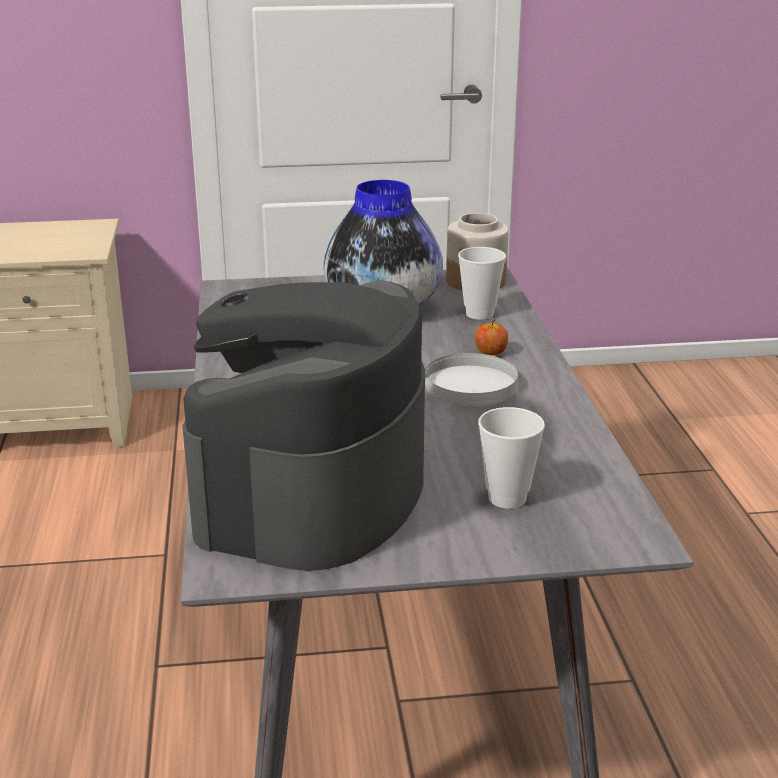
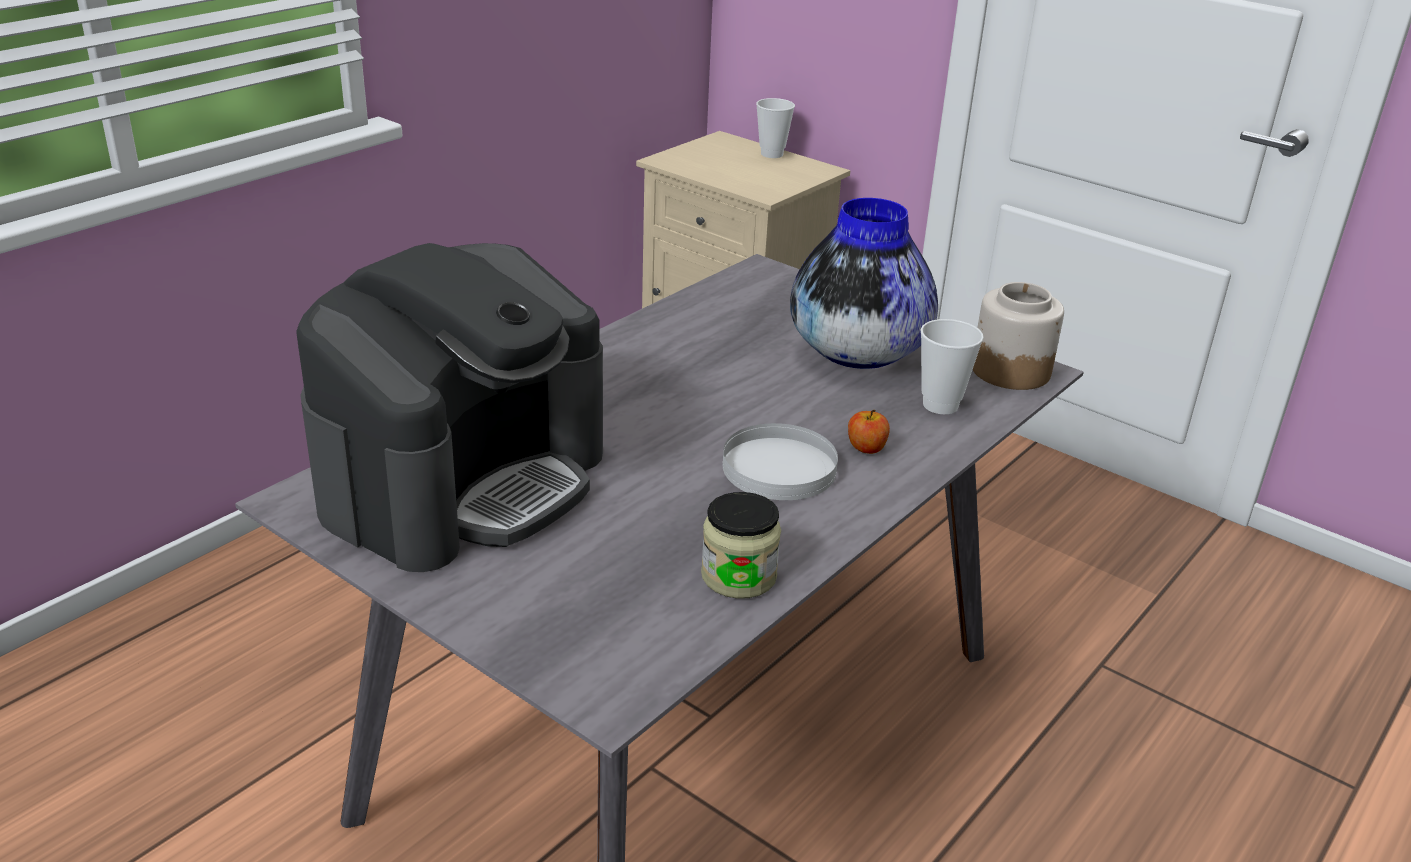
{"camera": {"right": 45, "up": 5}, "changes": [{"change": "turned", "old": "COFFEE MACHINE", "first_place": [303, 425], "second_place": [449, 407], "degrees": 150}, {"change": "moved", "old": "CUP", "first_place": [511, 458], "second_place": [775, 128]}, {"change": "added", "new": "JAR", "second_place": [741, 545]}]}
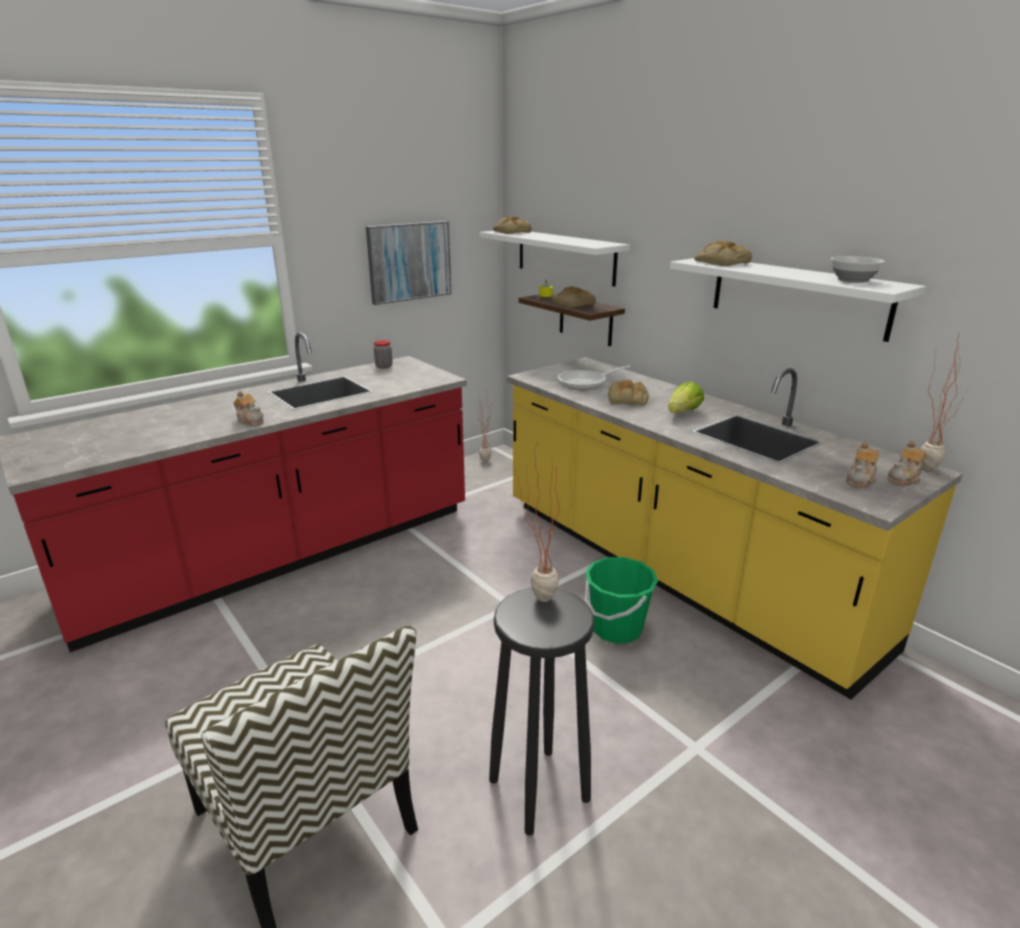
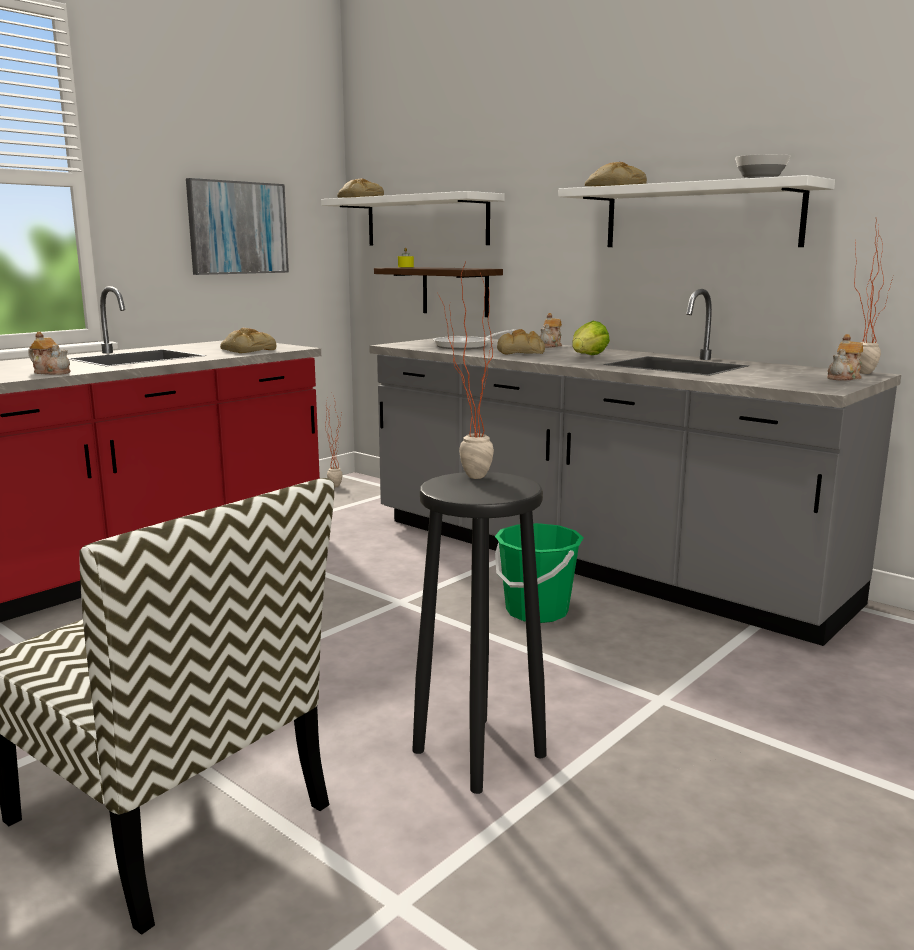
{"camera": {"right": -10, "up": -10}, "changes": [{"change": "moved", "old": "BREAD", "first_place": [574, 296], "second_place": [248, 340]}, {"change": "removed", "old": "JAR", "first_place": [383, 354]}, {"change": "recoloured", "old": "YELLOW COUNTER", "new": "GREY COUNTER", "first_place": [735, 528], "second_place": [635, 467]}, {"change": "moved", "old": "TEAPOT", "first_place": [862, 465], "second_place": [550, 330]}]}
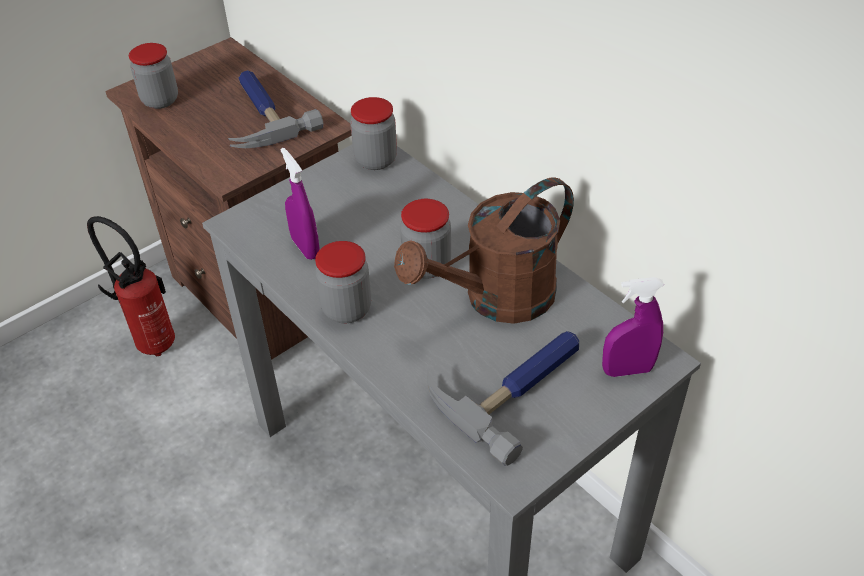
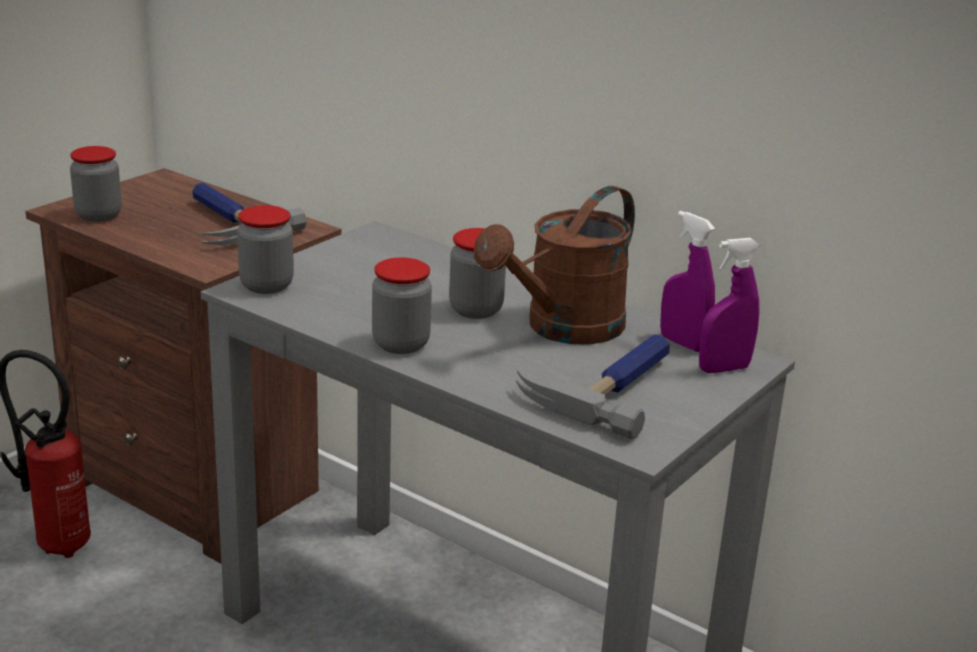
{"camera": {"right": -15, "up": -20}, "changes": [{"change": "moved", "old": "JAR", "first_place": [373, 133], "second_place": [265, 249]}, {"change": "moved", "old": "PURPLE SPRAY BOTTLE", "first_place": [300, 204], "second_place": [687, 281]}]}
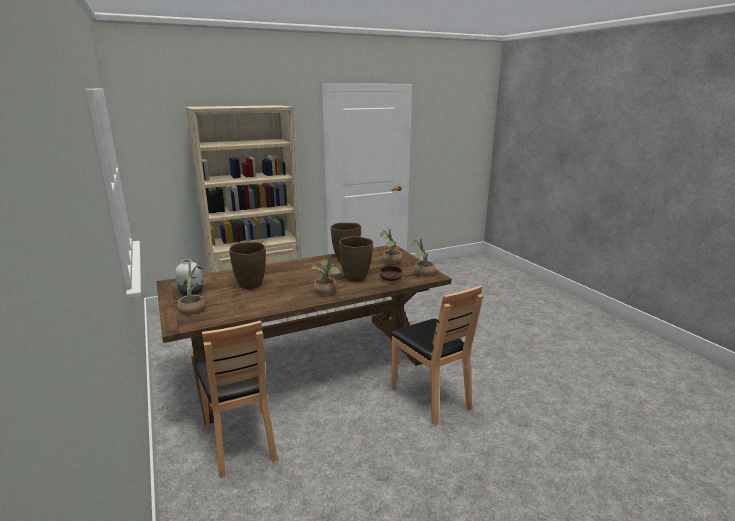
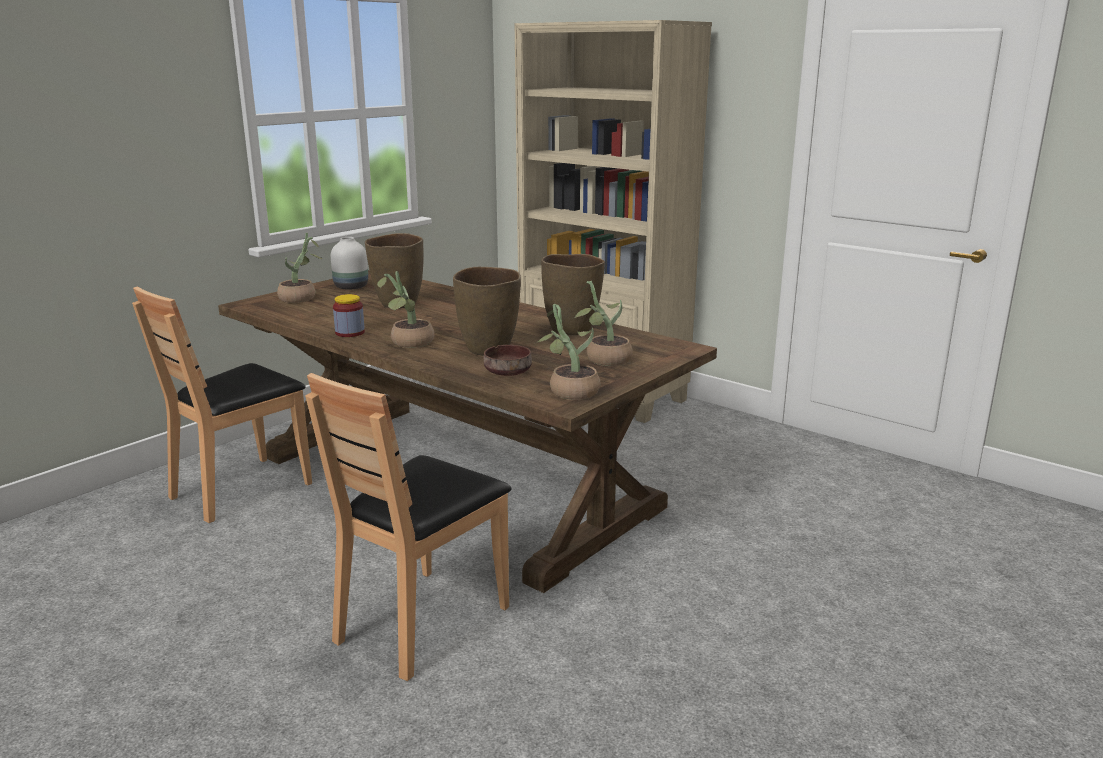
{"camera": {"right": 65, "up": 0}, "changes": [{"change": "added", "new": "JAR", "second_place": [349, 315]}]}
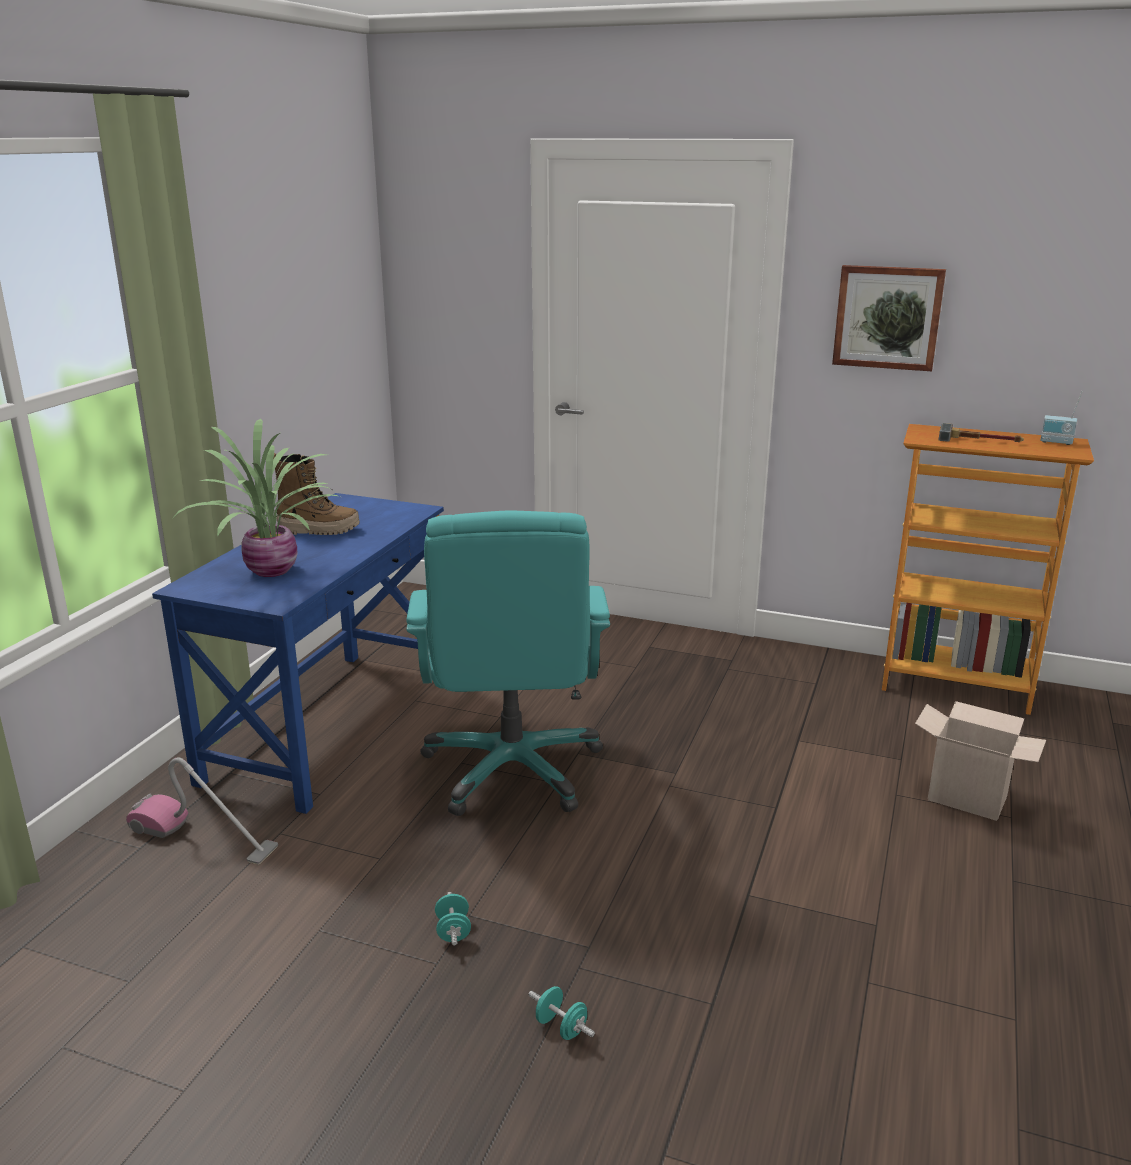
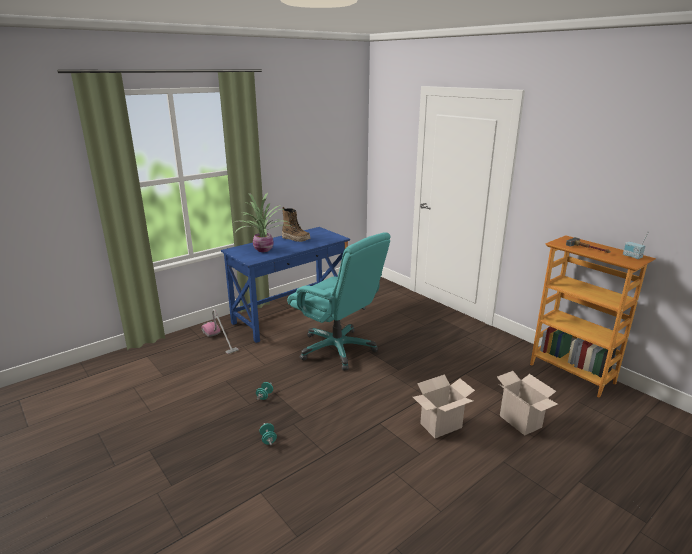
{"camera": {"right": 30, "up": 0}, "changes": [{"change": "removed", "old": "PICTURE", "first_place": [889, 318]}, {"change": "turned", "old": "TURQUOISE OFFICE CHAIR", "first_place": [508, 663], "second_place": [339, 301], "degrees": -75}, {"change": "added", "new": "CARDBOARD BOX", "second_place": [444, 406]}]}
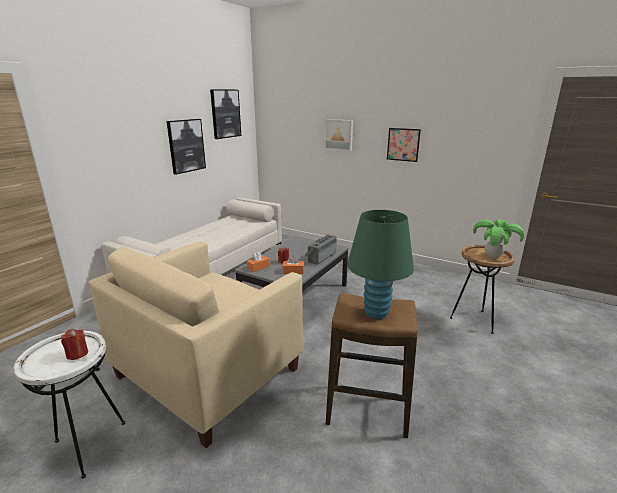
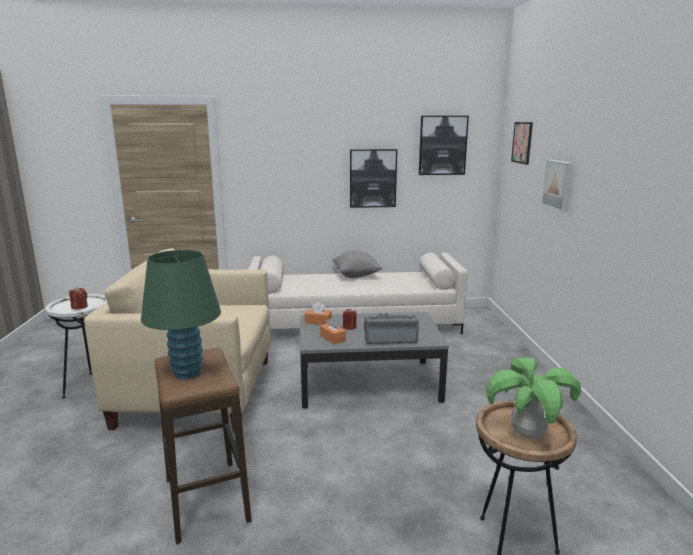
{"camera": {"right": 55, "up": -5}, "changes": [{"change": "moved", "old": "PICTURE", "first_place": [404, 145], "second_place": [522, 143]}, {"change": "added", "new": "GREY PILLOW", "second_place": [357, 264]}]}
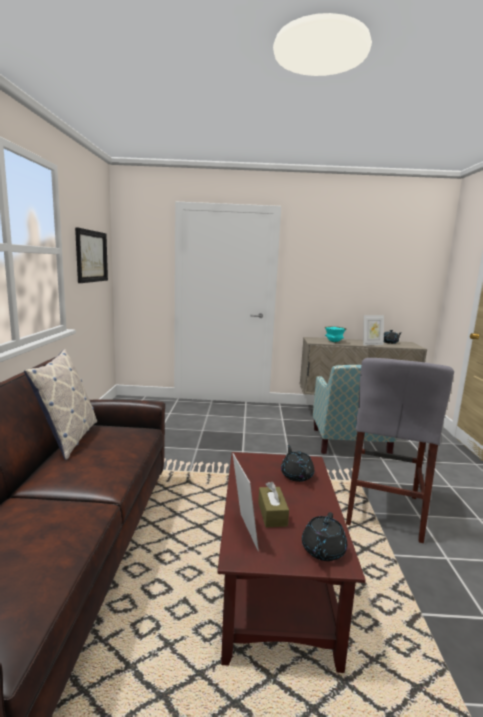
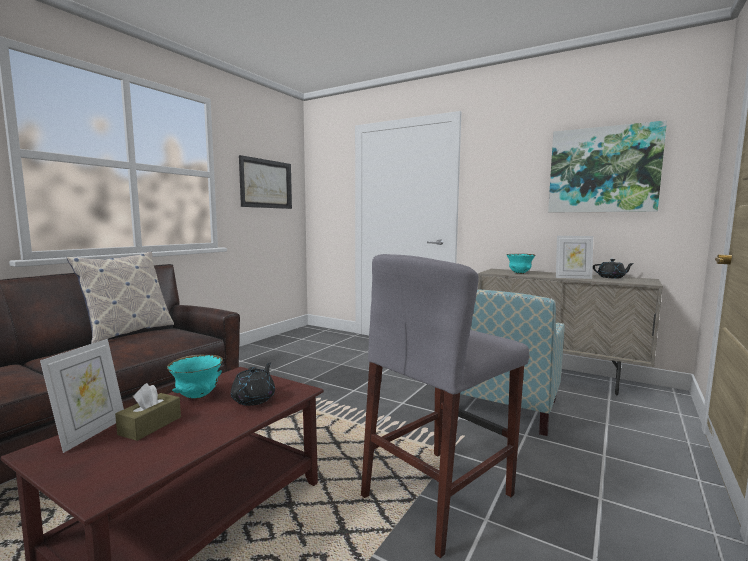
{"camera": {"right": 30, "up": -5}, "changes": [{"change": "removed", "old": "BLACK TEAPOT", "first_place": [324, 536]}, {"change": "added", "new": "PICTURE", "second_place": [607, 166]}, {"change": "added", "new": "TURQUOISE BOWL", "second_place": [195, 376]}]}
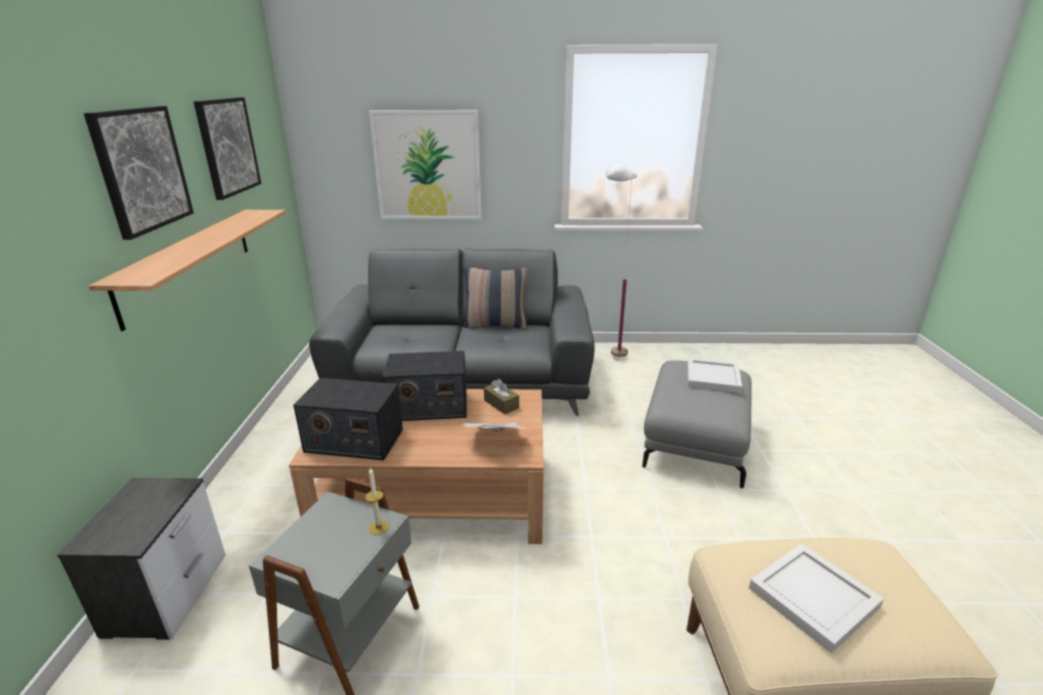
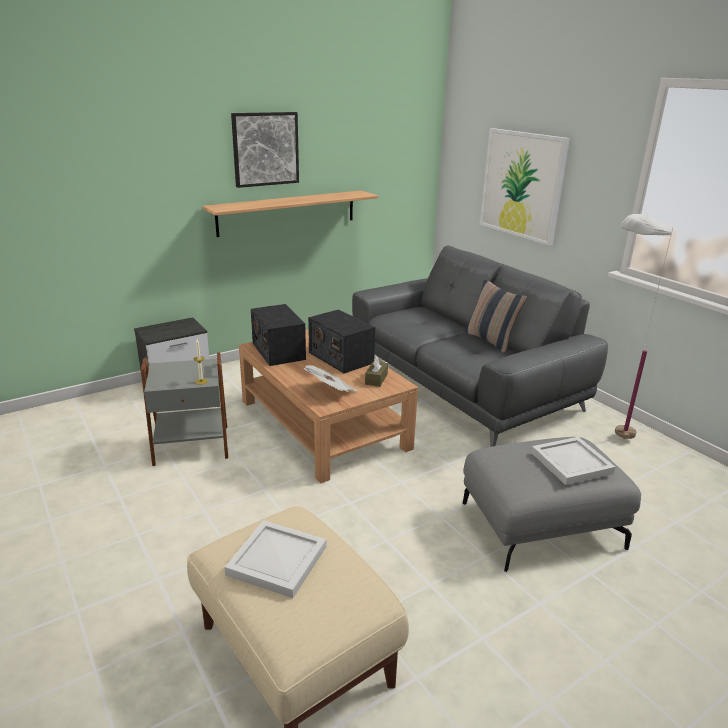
{"camera": {"right": 55, "up": 0}, "changes": [{"change": "removed", "old": "PICTURE", "first_place": [227, 148]}]}
